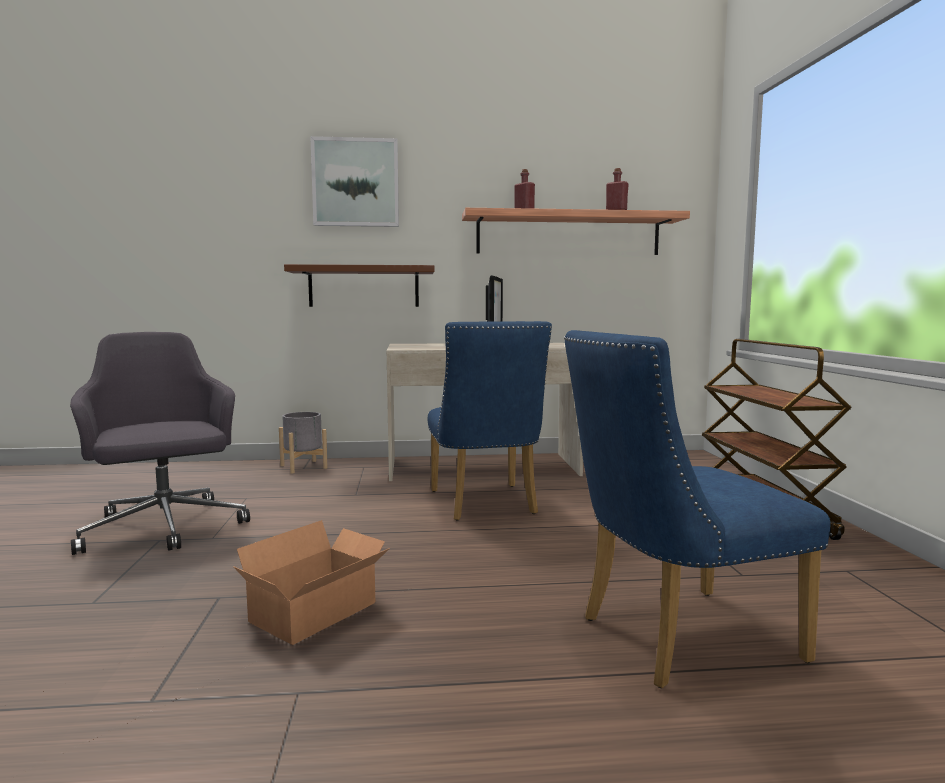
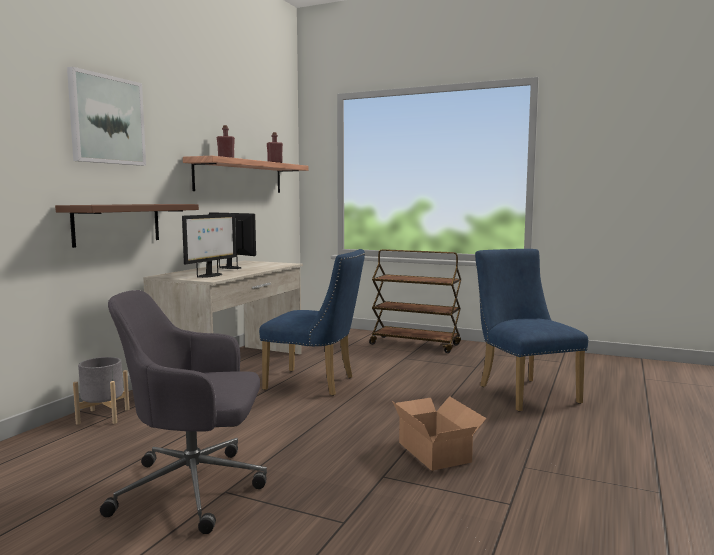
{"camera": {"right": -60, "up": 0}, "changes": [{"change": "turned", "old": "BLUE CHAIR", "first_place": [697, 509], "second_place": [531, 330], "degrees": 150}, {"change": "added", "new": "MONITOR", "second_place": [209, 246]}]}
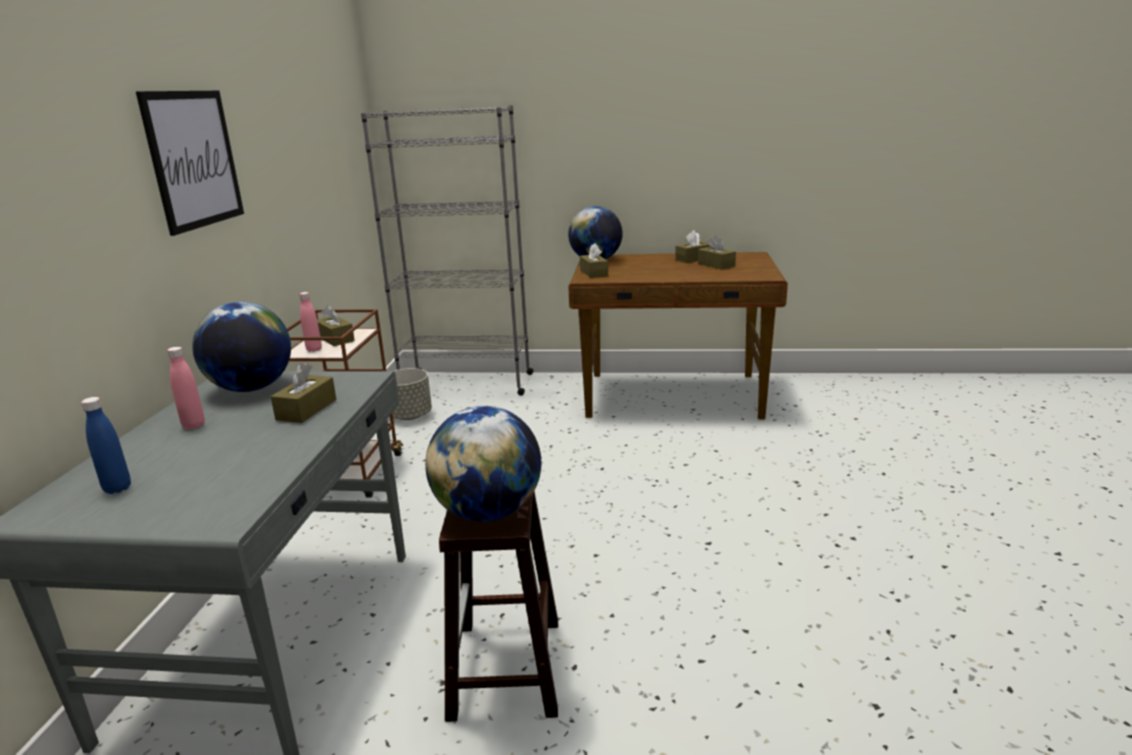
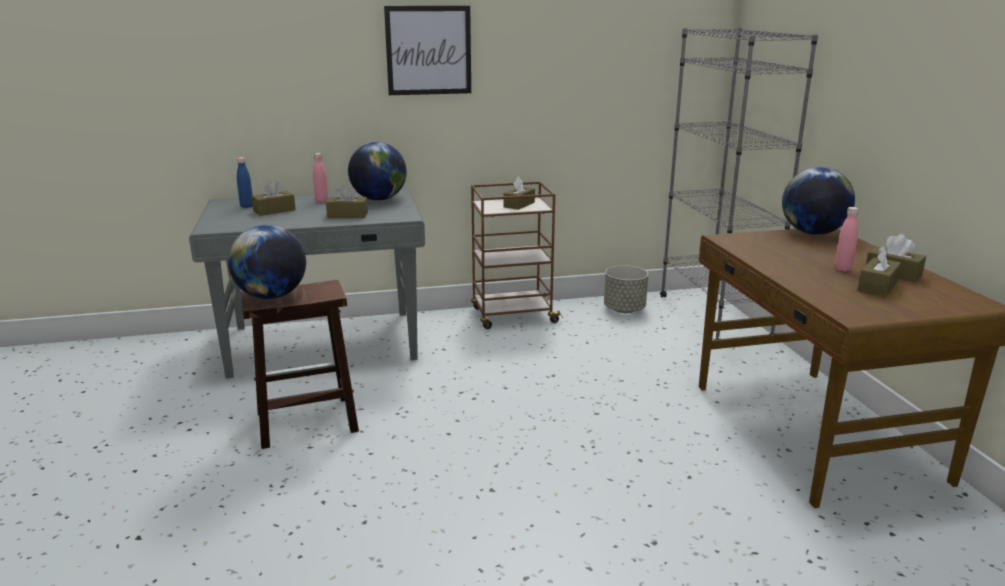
{"camera": {"right": 70, "up": 0}, "changes": [{"change": "moved", "old": "BROWN TISSUE BOX", "first_place": [594, 260], "second_place": [274, 198]}, {"change": "moved", "old": "PINK BOTTLE", "first_place": [310, 322], "second_place": [846, 239]}]}
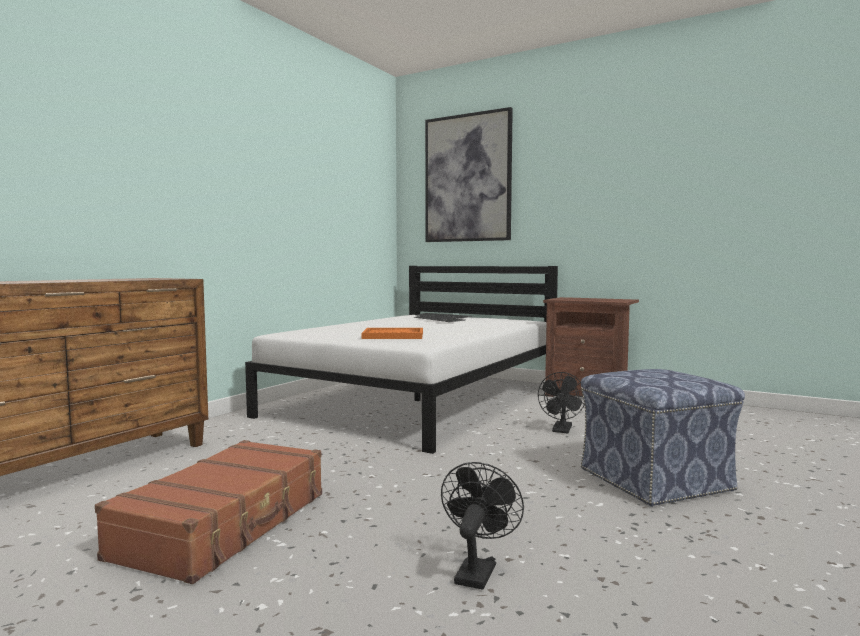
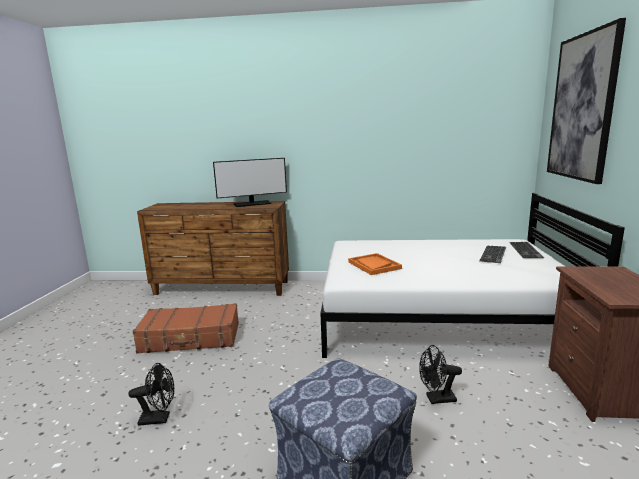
{"camera": {"right": 65, "up": 10}, "changes": [{"change": "added", "new": "MONITOR", "second_place": [250, 182]}]}
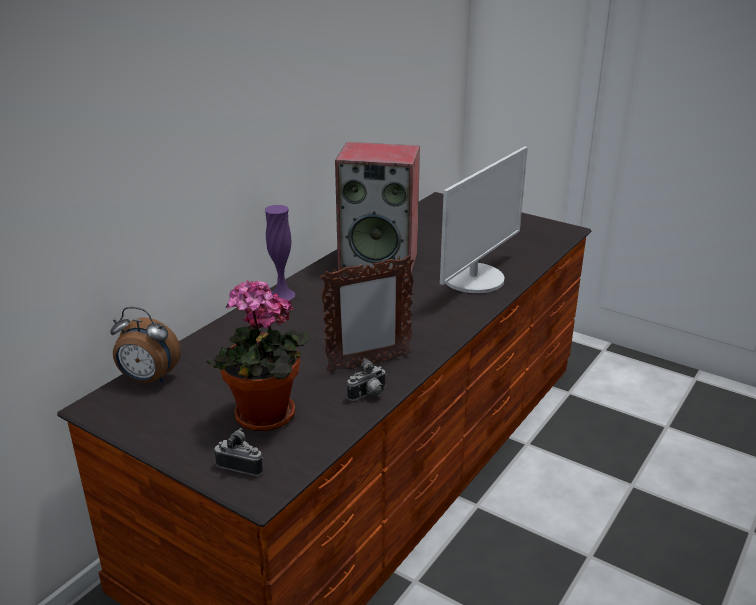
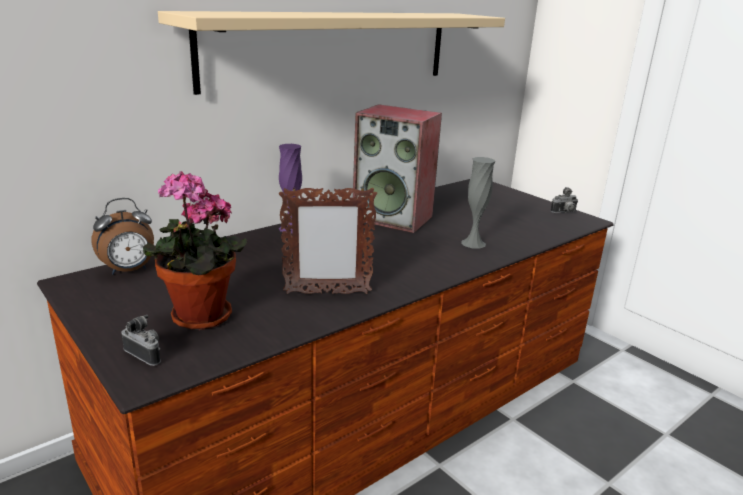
{"camera": {"right": 15, "up": -5}, "changes": [{"change": "replaced", "old": "MONITOR", "new": "GREY VASE", "first_place": [484, 219], "second_place": [478, 203]}, {"change": "turned", "old": "ALARM CLOCK", "first_place": [145, 345], "second_place": [123, 236], "degrees": -60}, {"change": "moved", "old": "PHOTO CAMERA", "first_place": [367, 379], "second_place": [564, 200]}, {"change": "added", "new": "BEIGE SHELF", "second_place": [331, 53]}]}
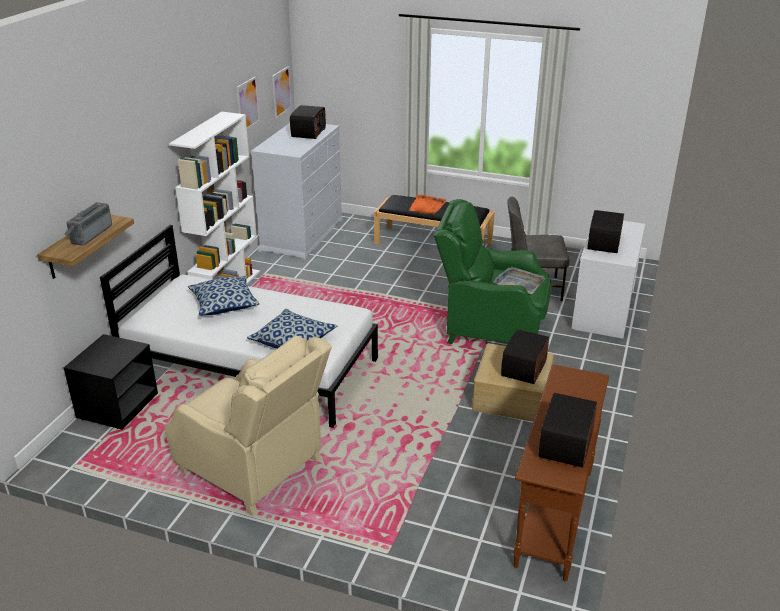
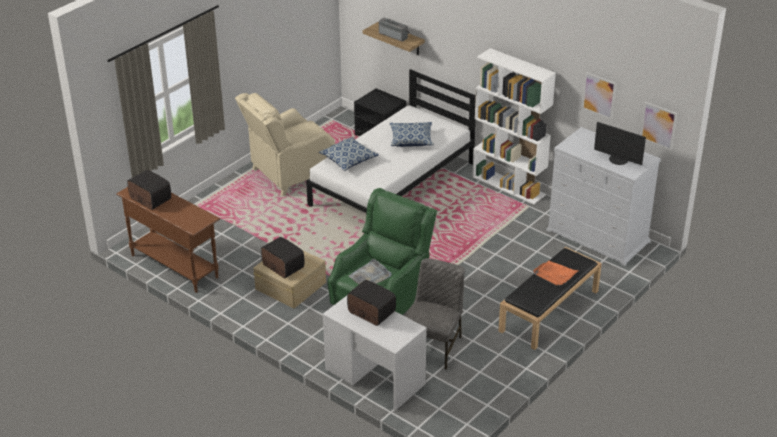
{"camera": {"right": 110, "up": 5}, "changes": [{"change": "replaced", "old": "RADIO", "new": "MONITOR", "first_place": [308, 122], "second_place": [620, 143]}]}
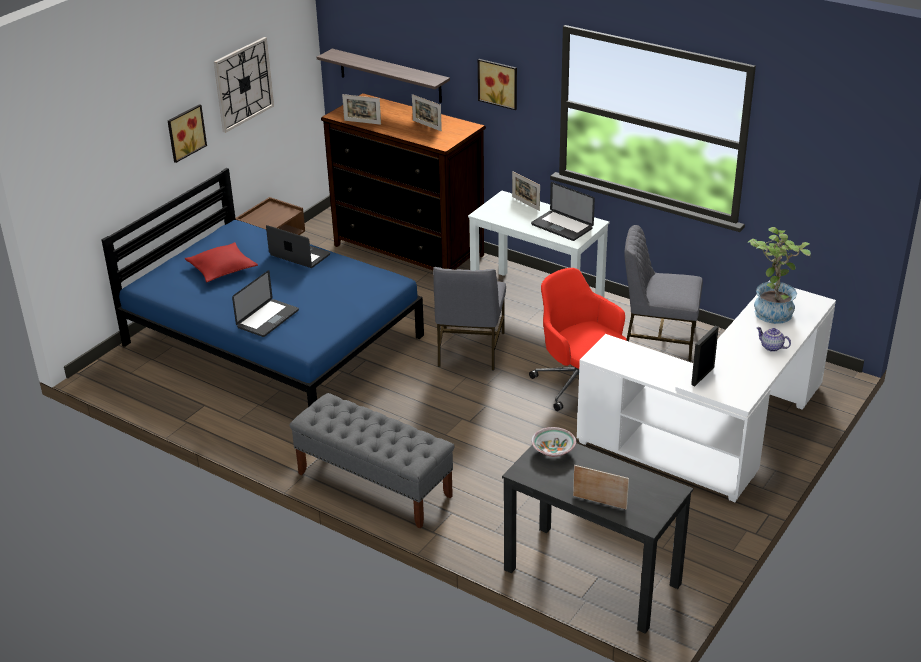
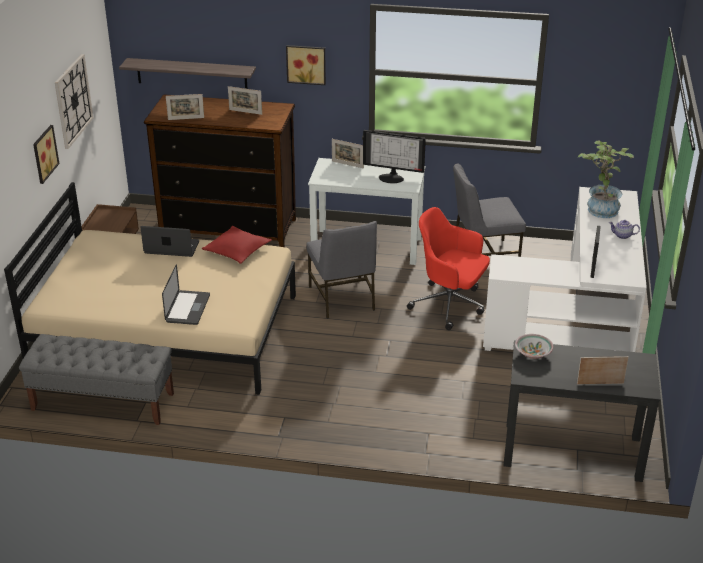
{"camera": {"right": -25, "up": 0}, "changes": [{"change": "recoloured", "old": "BLUE BED", "new": "BEIGE BED", "first_place": [262, 287], "second_place": [150, 288]}, {"change": "replaced", "old": "LAPTOP", "new": "MONITOR", "first_place": [563, 211], "second_place": [394, 156]}, {"change": "moved", "old": "RED PILLOW", "first_place": [221, 262], "second_place": [237, 245]}, {"change": "moved", "old": "GREY BENCH", "first_place": [372, 460], "second_place": [96, 379]}]}
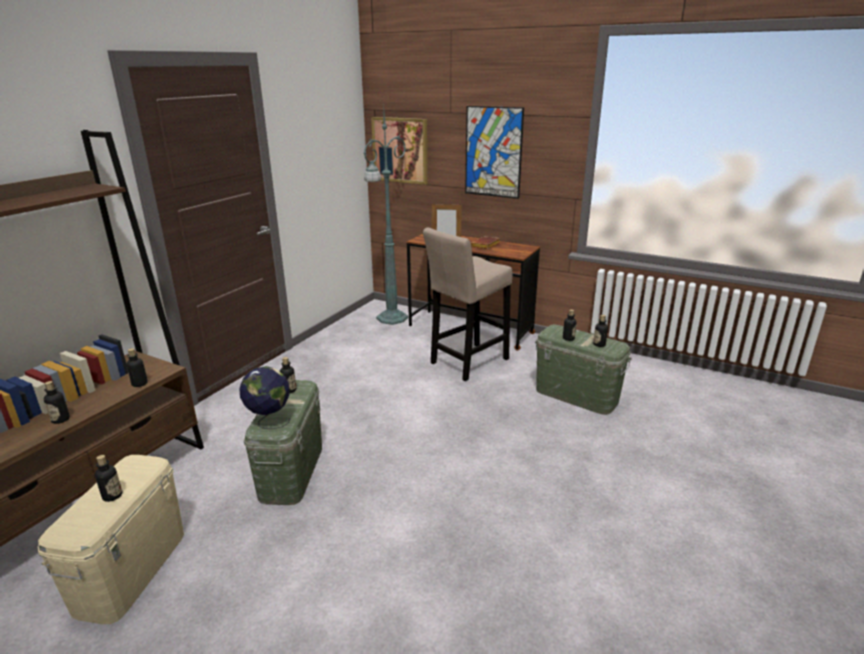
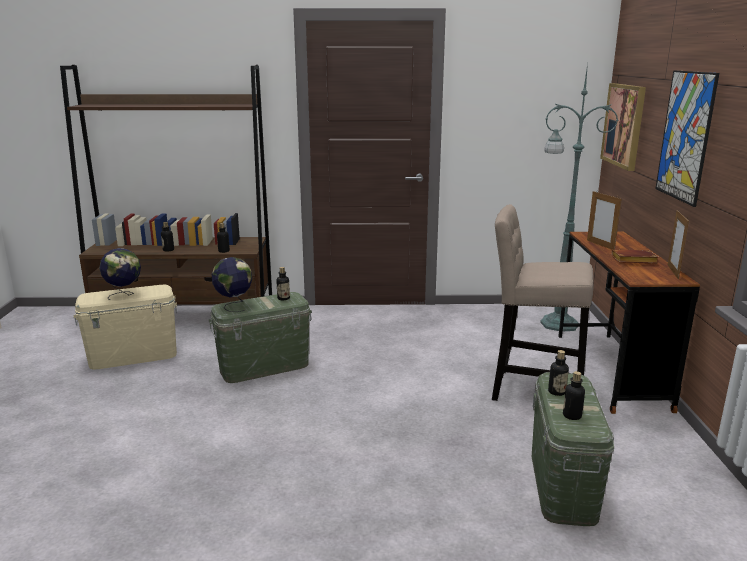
{"camera": {"right": 60, "up": -5}, "changes": [{"change": "replaced", "old": "BOTTLE", "new": "GLOBE", "first_place": [108, 478], "second_place": [120, 274]}, {"change": "added", "new": "PICTURE FRAME", "second_place": [678, 244]}]}
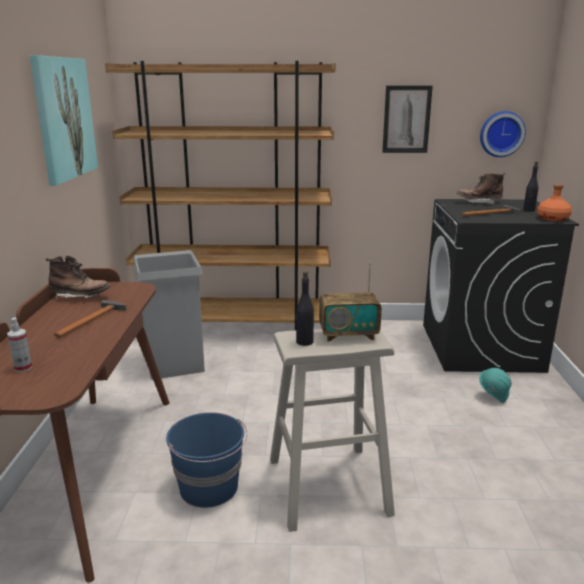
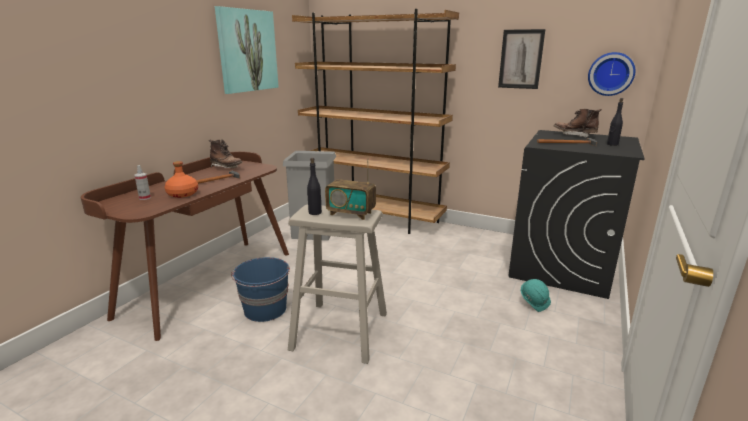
{"camera": {"right": 25, "up": 0}, "changes": [{"change": "moved", "old": "ORANGE BOTTLE", "first_place": [554, 202], "second_place": [181, 179]}]}
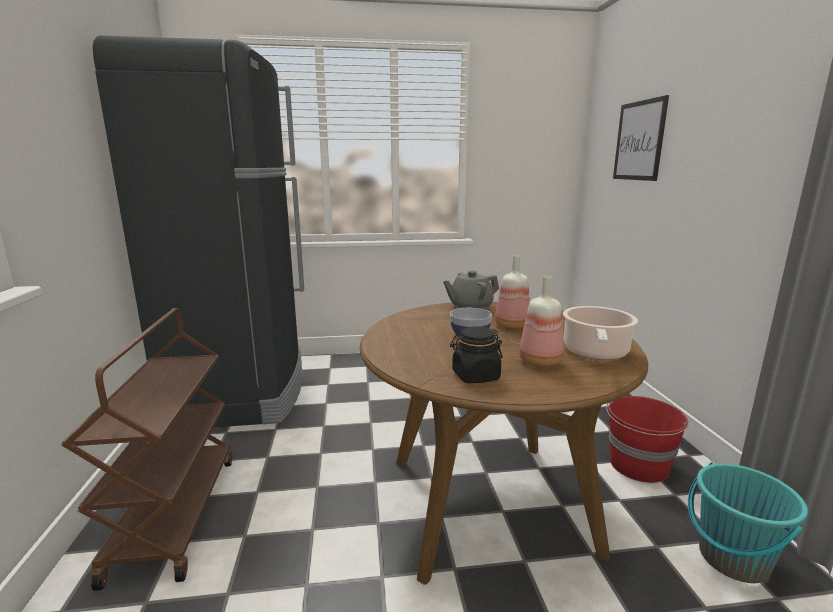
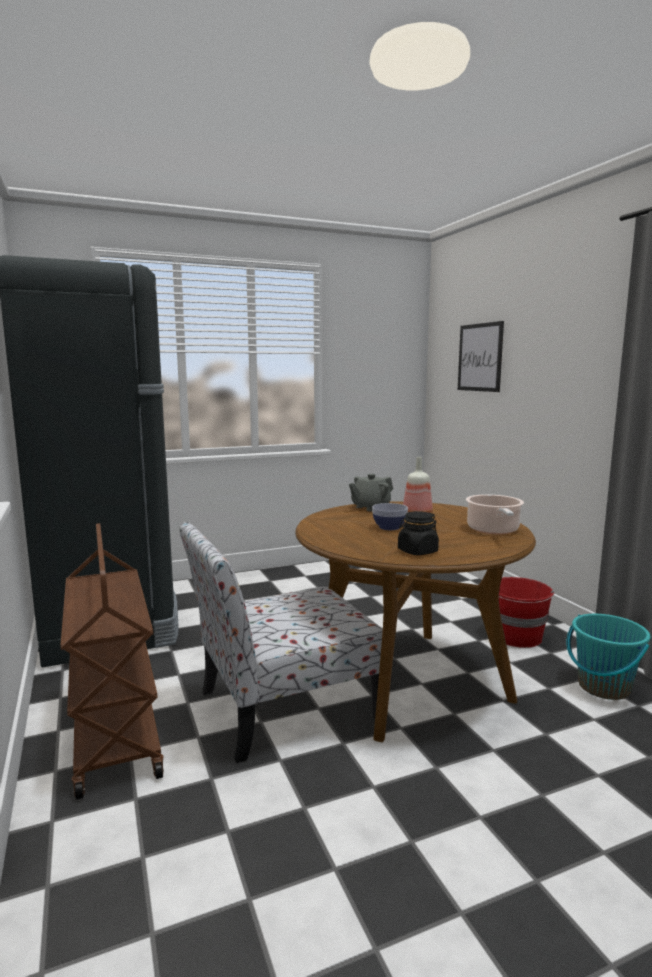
{"camera": {"right": -15, "up": -5}, "changes": [{"change": "removed", "old": "BOTTLE", "first_place": [541, 321]}, {"change": "added", "new": "CHAIR", "second_place": [281, 642]}]}
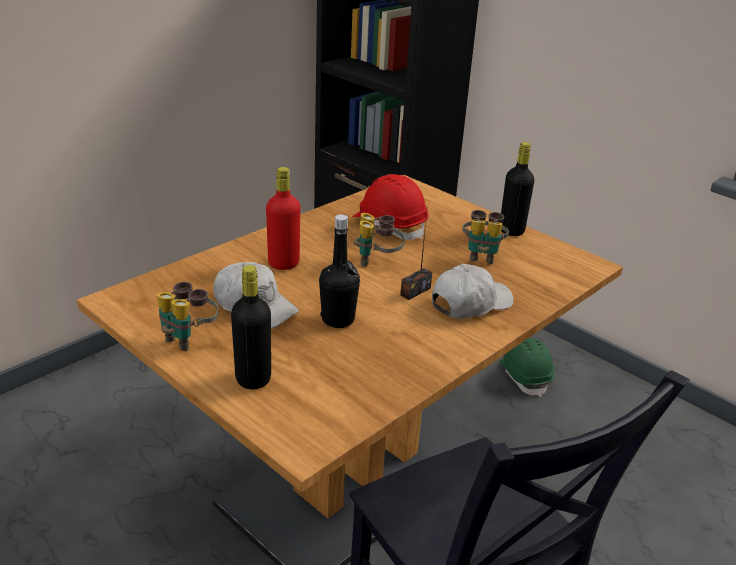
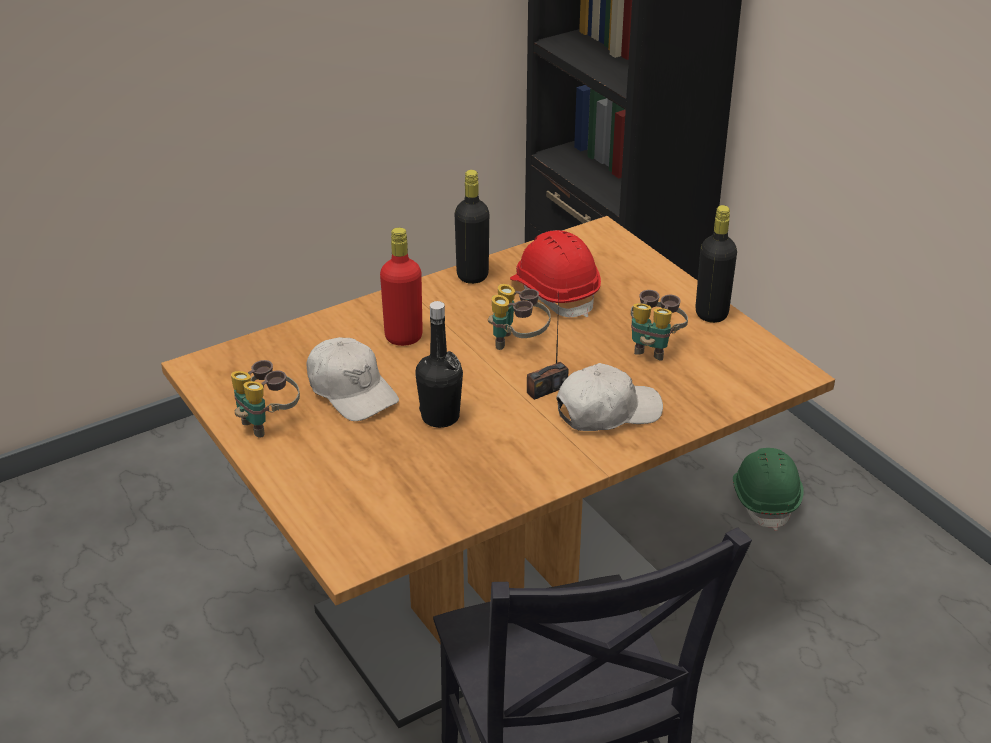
{"camera": {"right": 15, "up": 5}, "changes": [{"change": "moved", "old": "BLACK BOTTLE", "first_place": [251, 327], "second_place": [472, 227]}]}
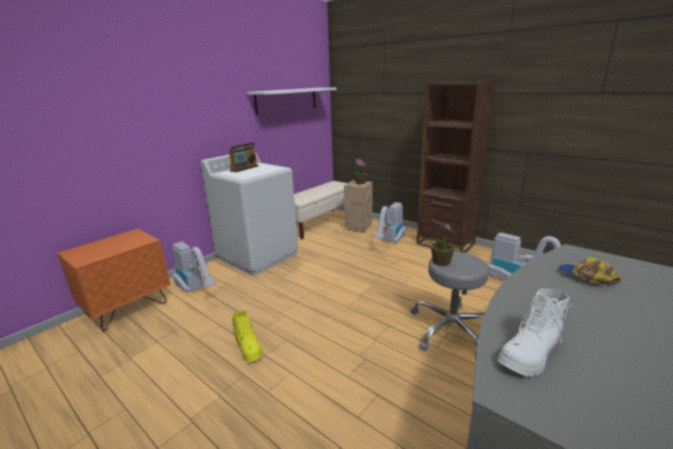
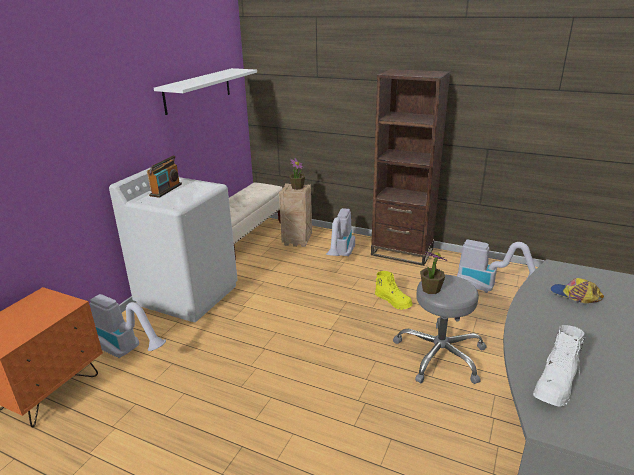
{"camera": {"right": -15, "up": 5}, "changes": [{"change": "moved", "old": "YELLOW BOOT", "first_place": [247, 336], "second_place": [394, 290]}]}
